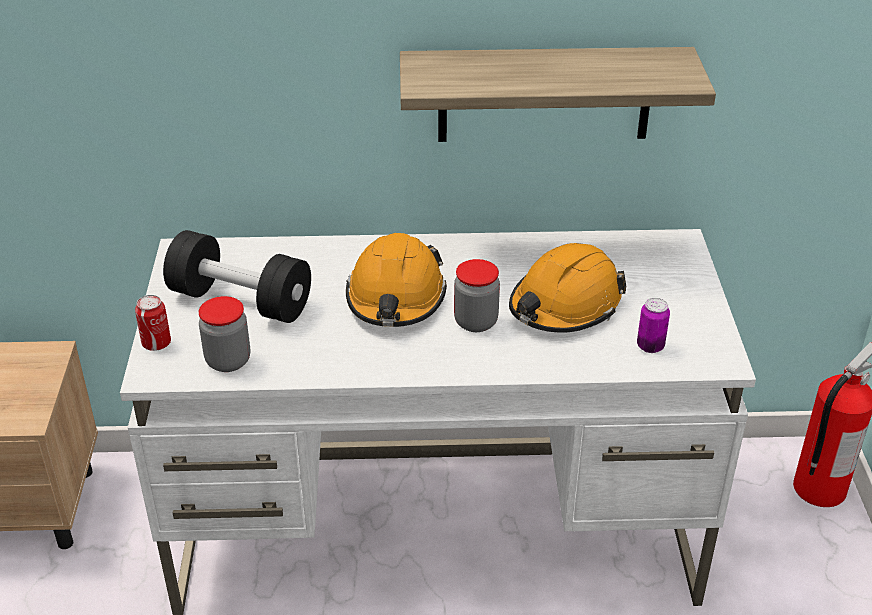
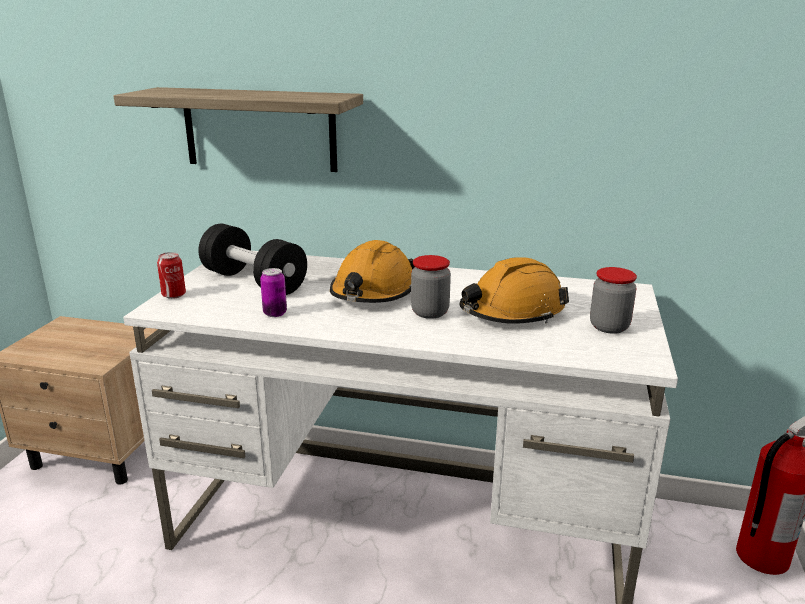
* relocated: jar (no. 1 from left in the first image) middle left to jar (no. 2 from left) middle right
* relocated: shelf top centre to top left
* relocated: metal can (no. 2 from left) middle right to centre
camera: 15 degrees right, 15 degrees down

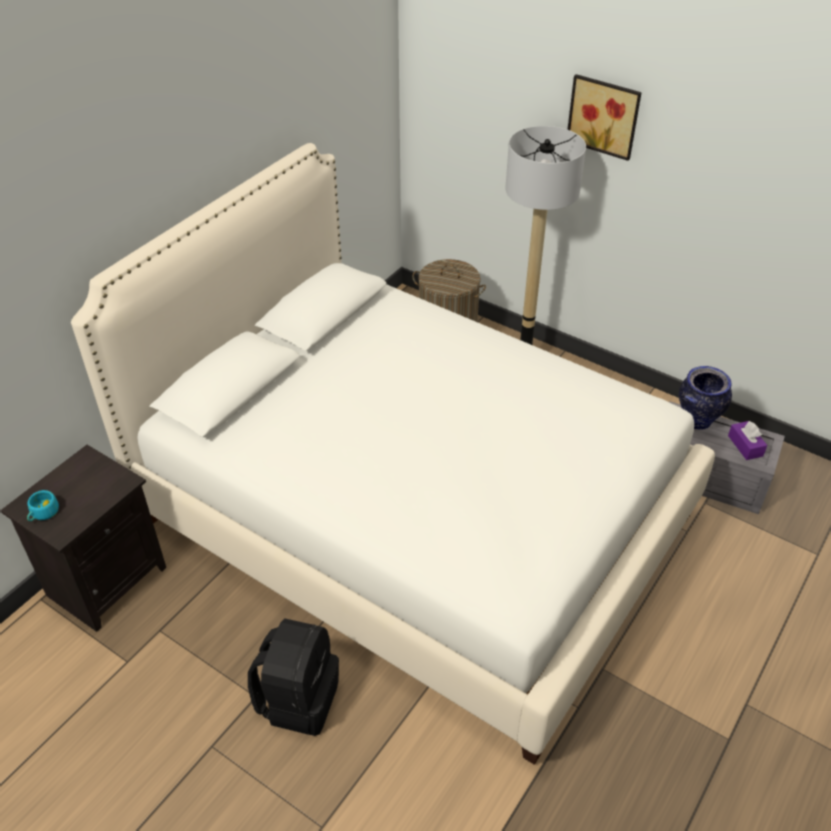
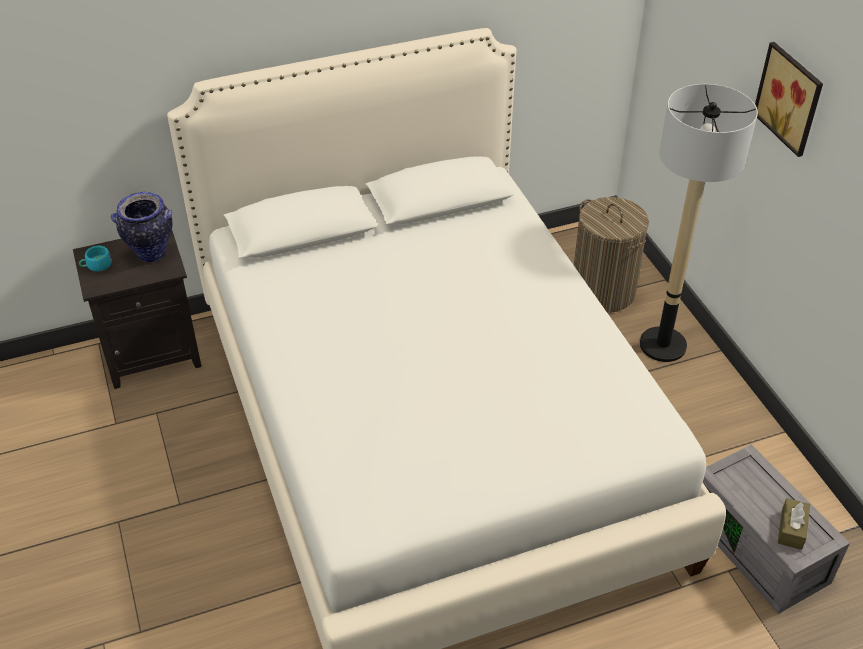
* missing: rucksack in blackish bottom centre
* relocated: flower vase middle right to middle left
* colour: box of tissues in purple middle right to box of tissues in brown bottom right
camera: 35 degrees right, 0 degrees up

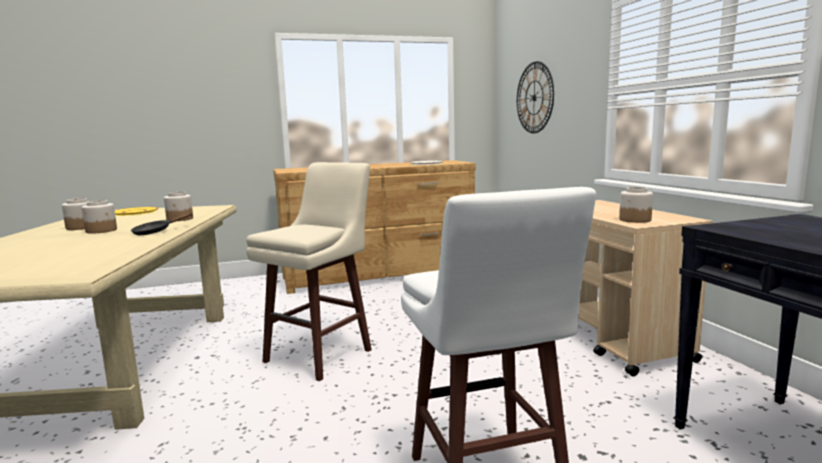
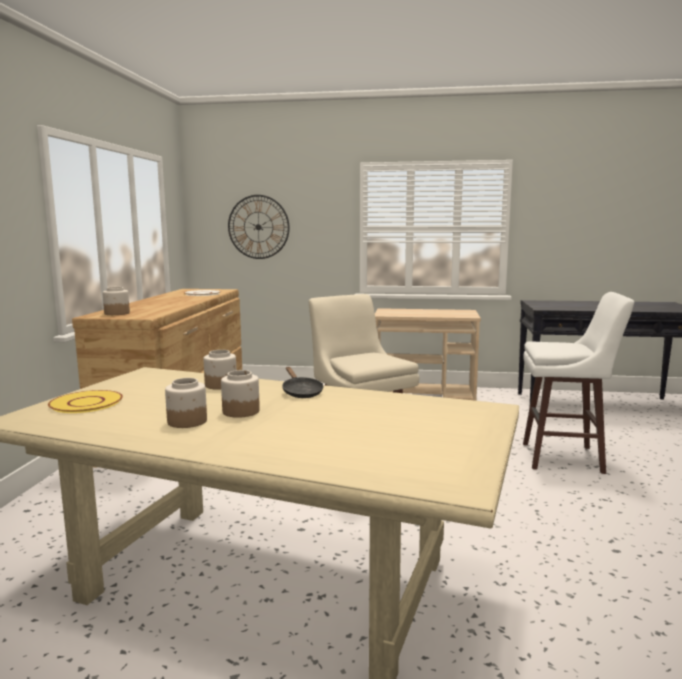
* relocated: jar (no. 4 from left in the first image) middle right to jar (no. 1 from left) middle left
camera: 65 degrees left, 0 degrees up

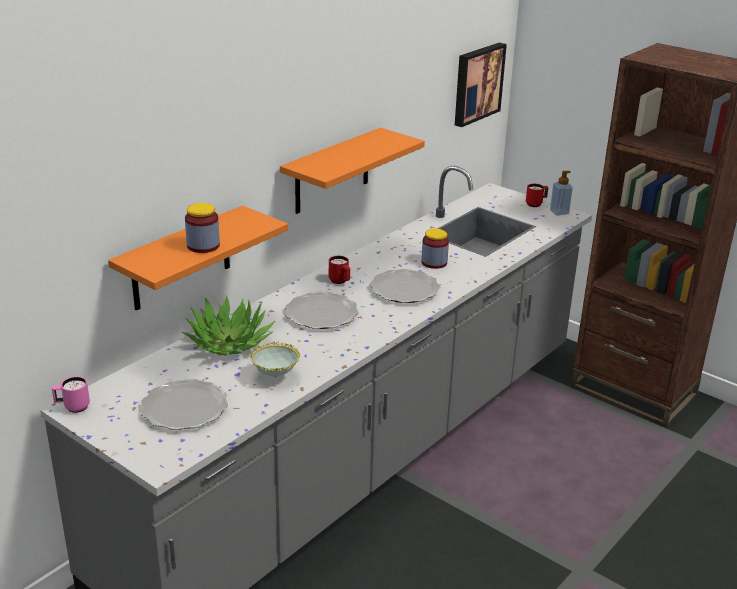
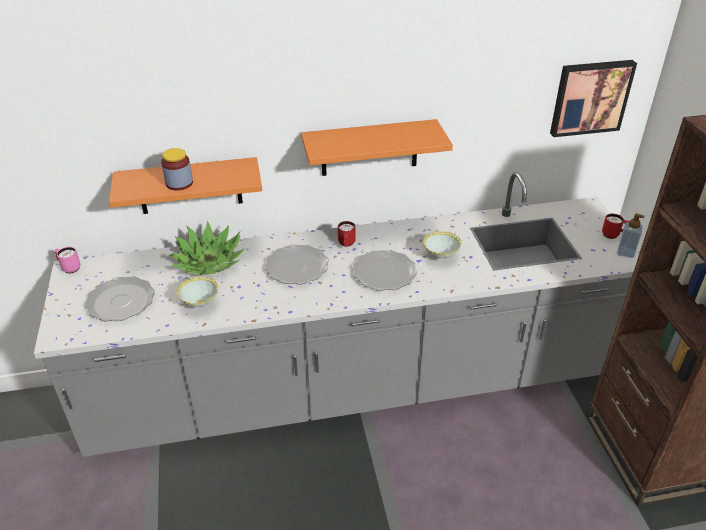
* exchanged: jar (no. 2 from left) centre to deep dish (no. 2 from left) centre
camera: 40 degrees right, 10 degrees up

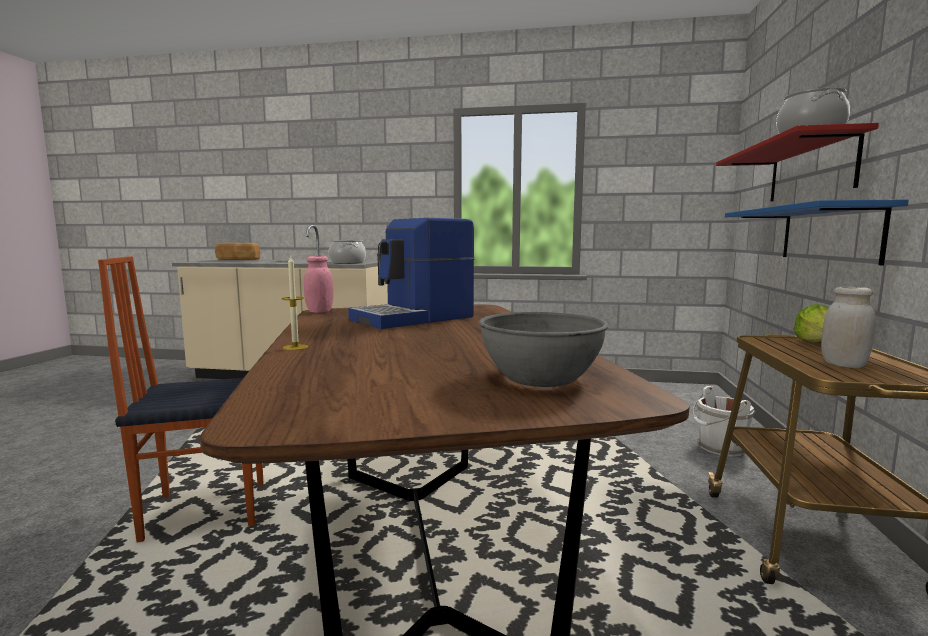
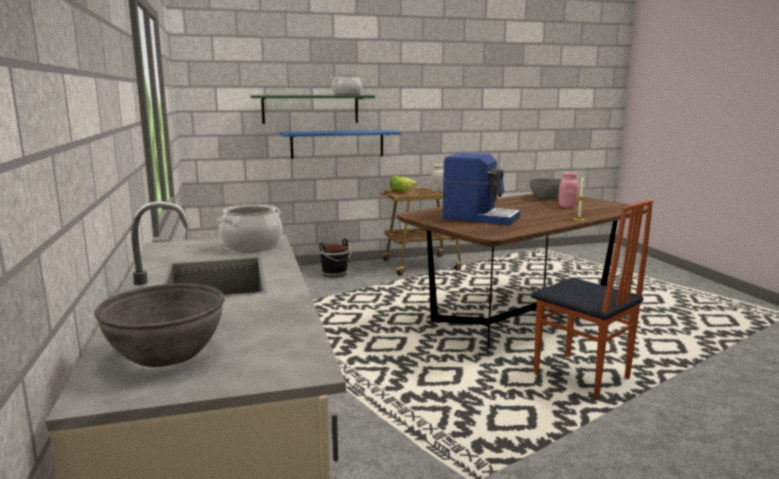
* relocated: jar in pink-coloured centre to middle right
* exchanged: bakery bread middle left to deep dish in gray (no. 1 from left) bottom left
* colour: pail in white middle right to pail in blackish centre
* colour: shelf in reddish top right to shelf in green-coloured top centre
camera: 115 degrees left, 5 degrees up

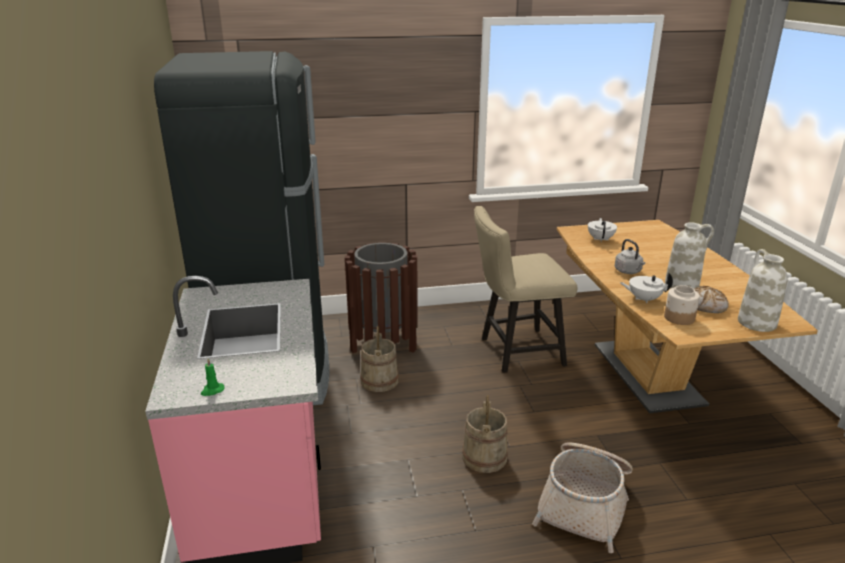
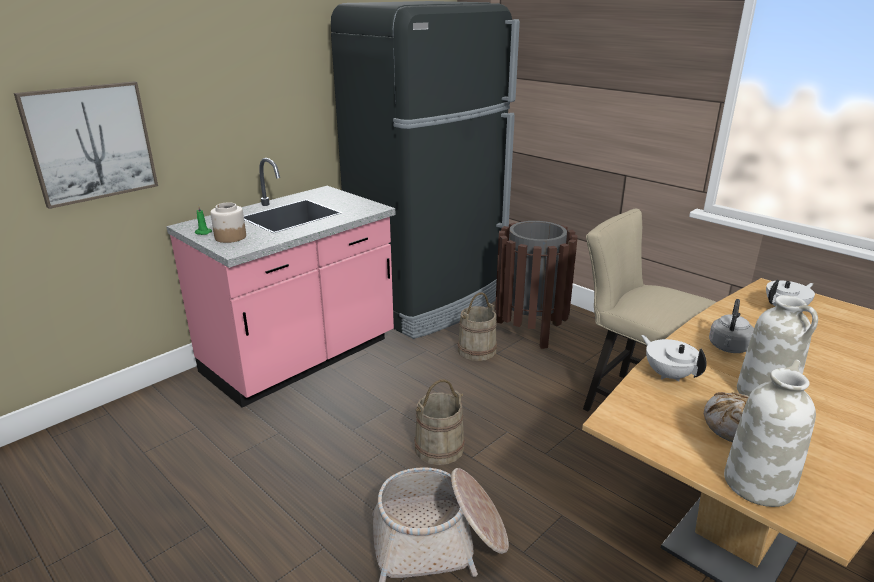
* appeared: wall art top left
* relocated: jar middle right to middle left
camera: 55 degrees right, 0 degrees up

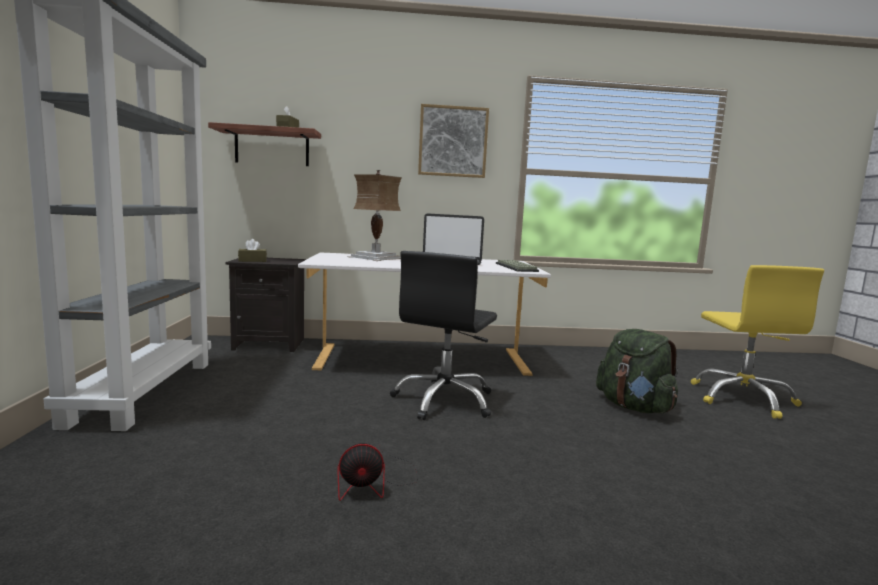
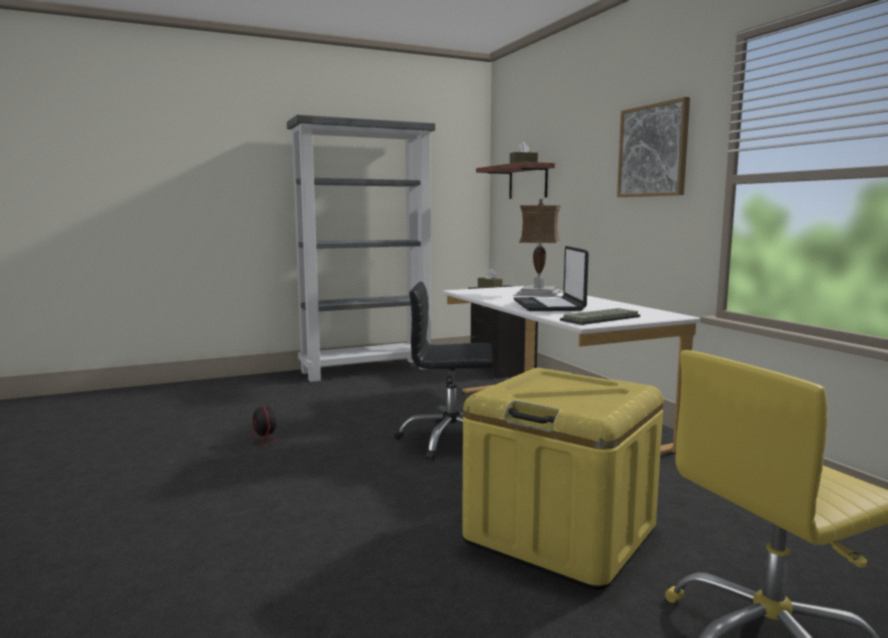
* exchanged: rucksack in green-coloured middle right to storage container in yellow-coloured bottom centre
camera: 70 degrees right, 0 degrees up

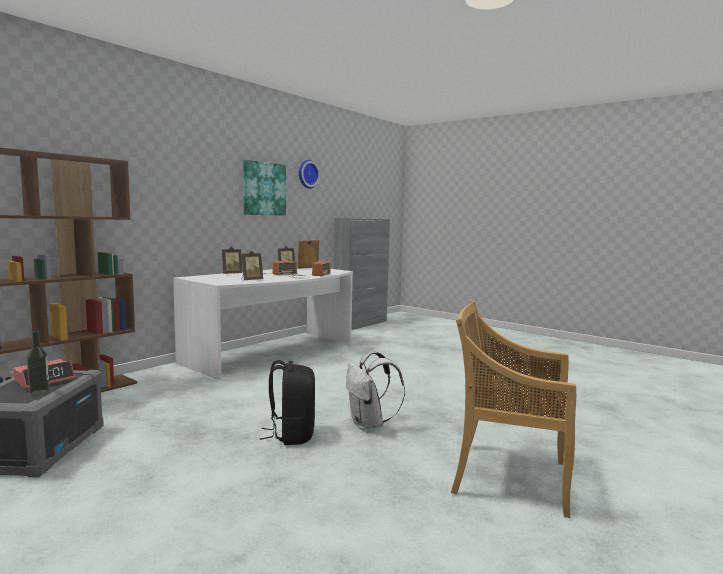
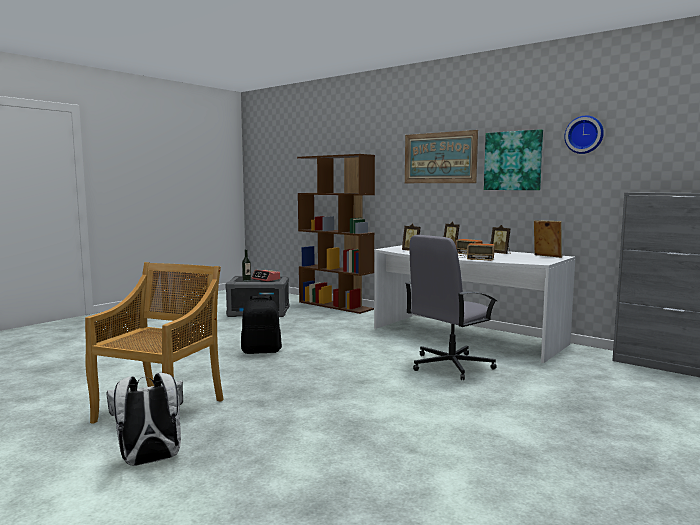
* appeared: wall art (no. 1 from left) top centre
* appeared: office chair in gray centre
* relocated: rucksack in white bottom centre to bottom left
camera: 90 degrees right, 0 degrees up

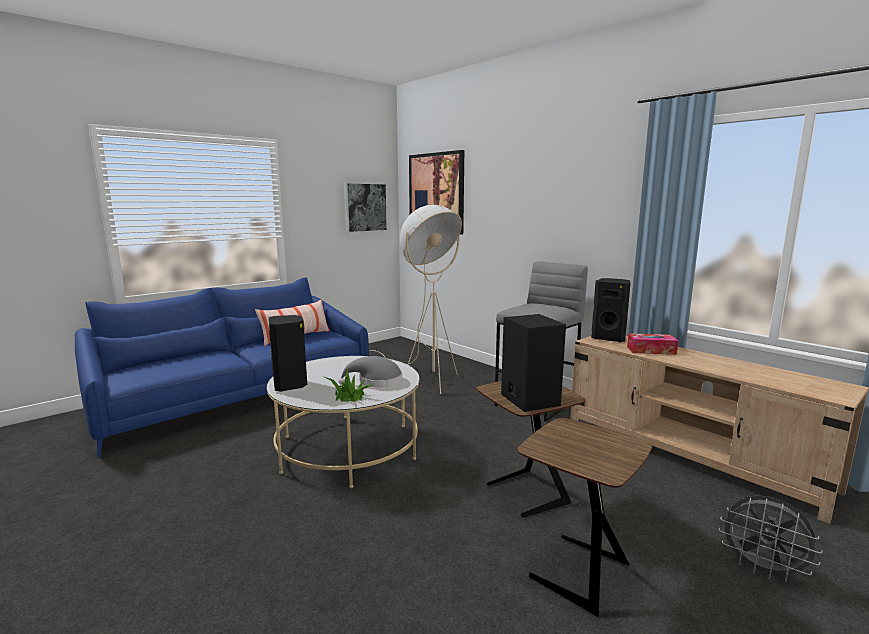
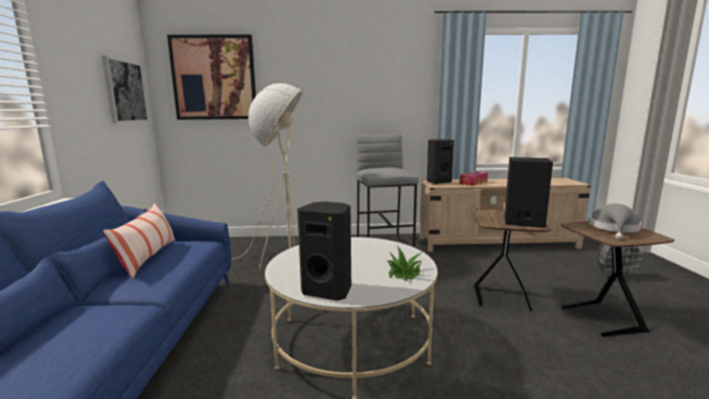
* relocated: hat in gray centre to middle right
camera: 50 degrees left, 0 degrees up

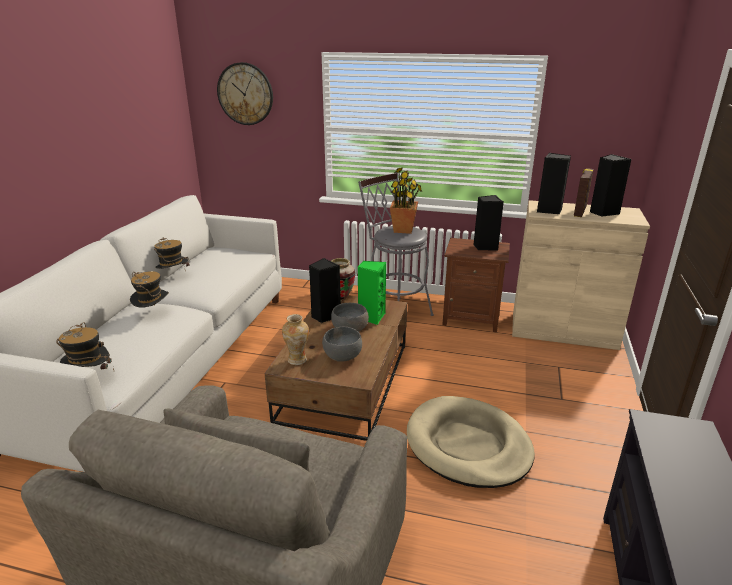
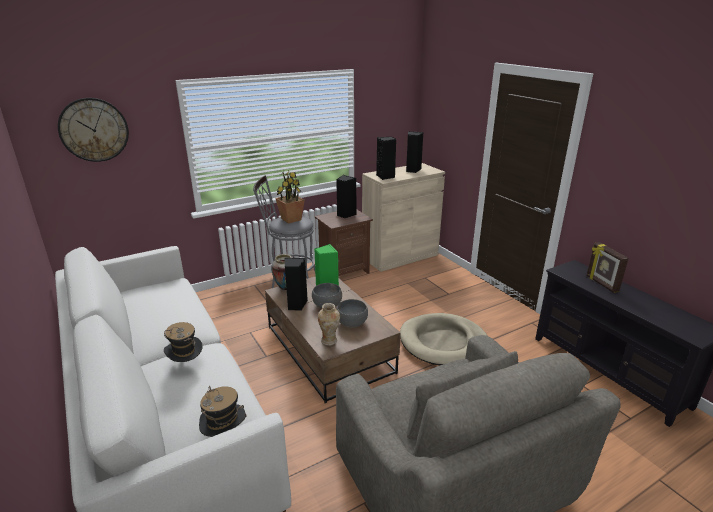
* missing: hat (no. 3 from left) middle left
* relocated: photo frame top right to middle right
camera: 45 degrees left, 0 degrees up

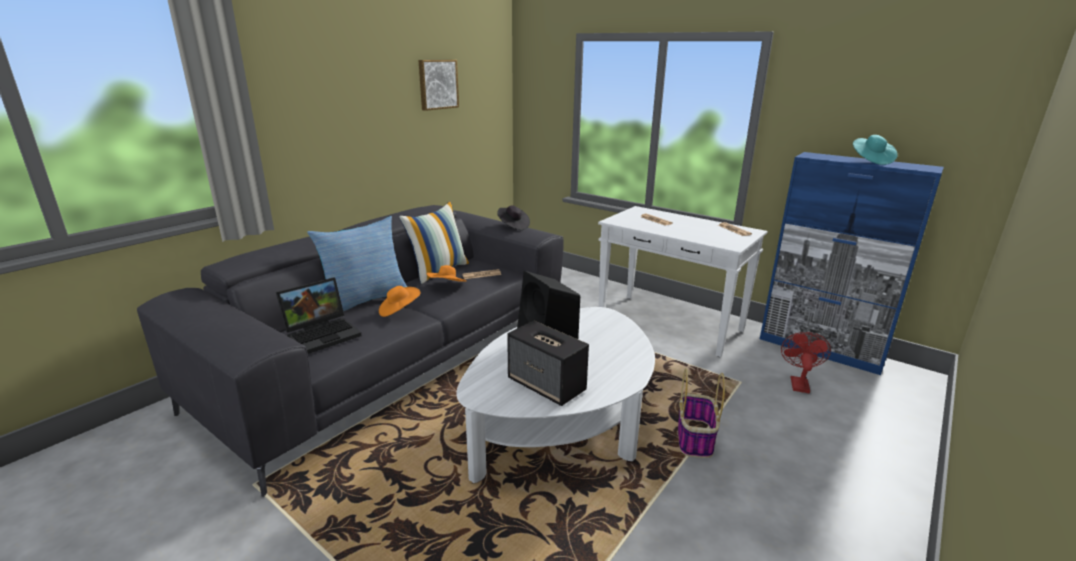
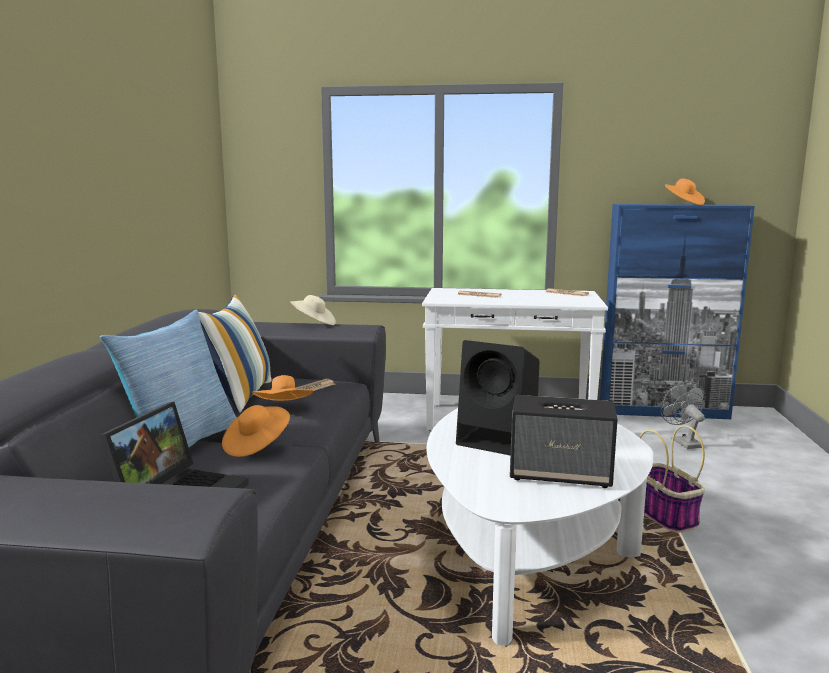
* missing: wall art top centre
* colour: hat in blackish centre to hat in beige centre
* colour: fan in reddish middle right to fan in gray middle right
* colour: hat in turquoise top right to hat in orange-coloured (no. 3 from left) top right
camera: 30 degrees left, 10 degrees down

